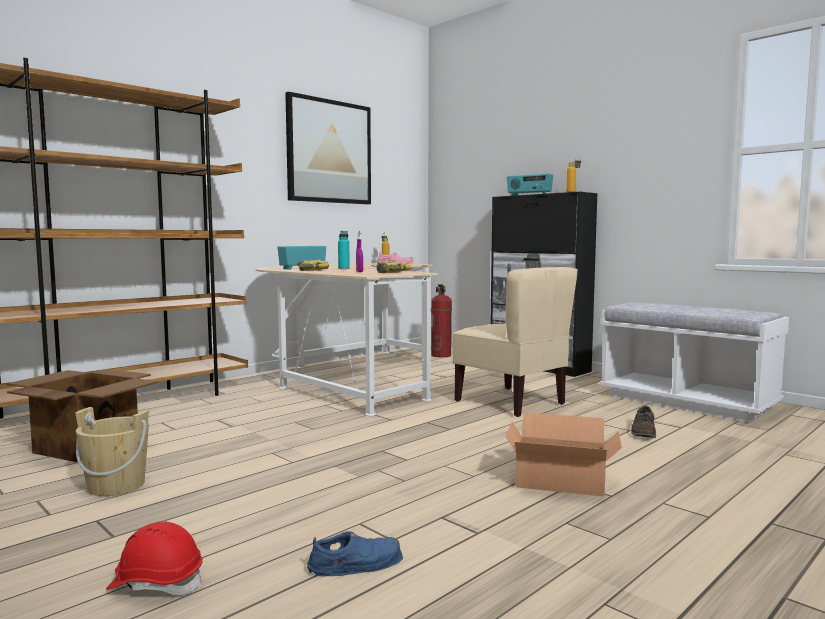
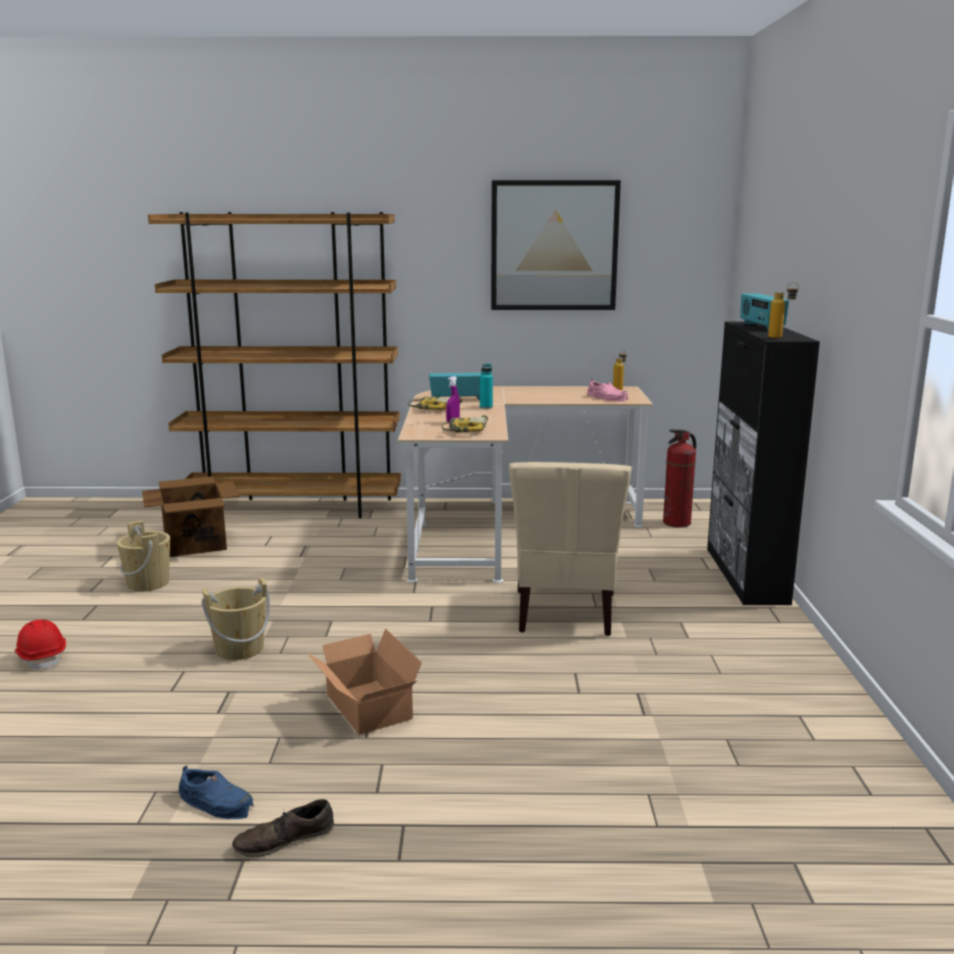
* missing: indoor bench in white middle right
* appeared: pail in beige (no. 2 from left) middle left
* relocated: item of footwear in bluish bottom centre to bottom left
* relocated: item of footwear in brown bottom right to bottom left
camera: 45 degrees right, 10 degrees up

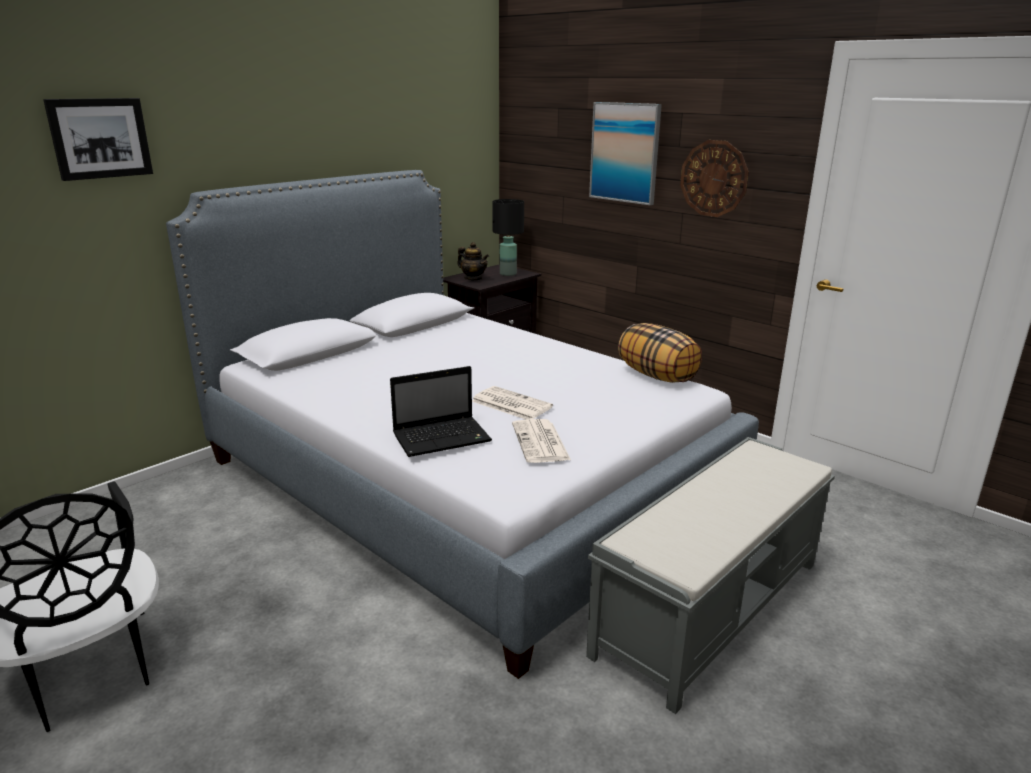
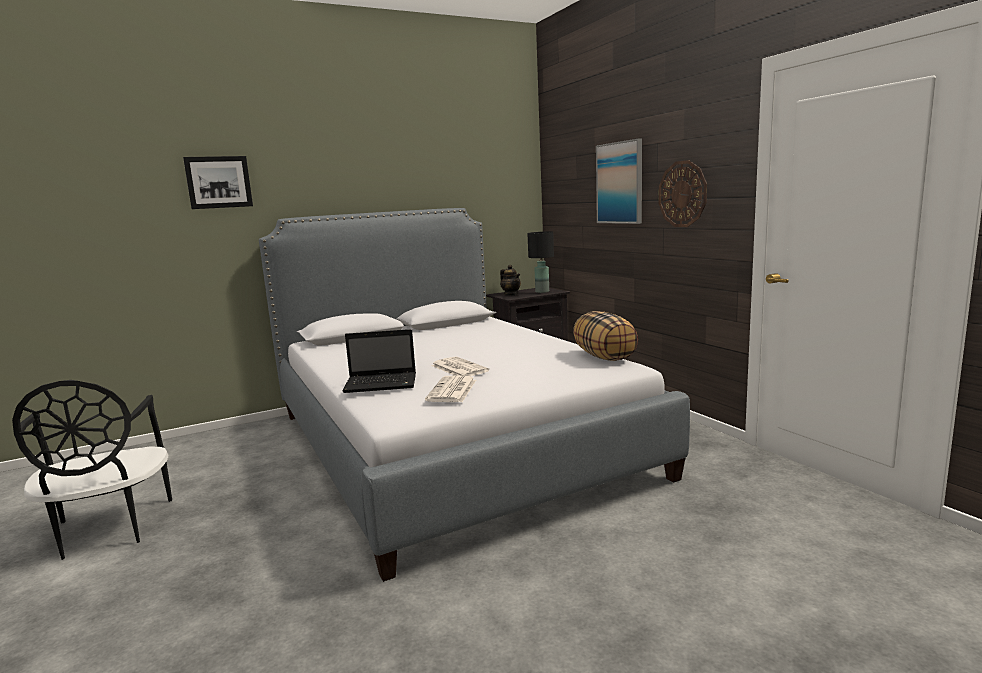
* missing: indoor bench in gray bottom right
camera: 20 degrees right, 10 degrees down

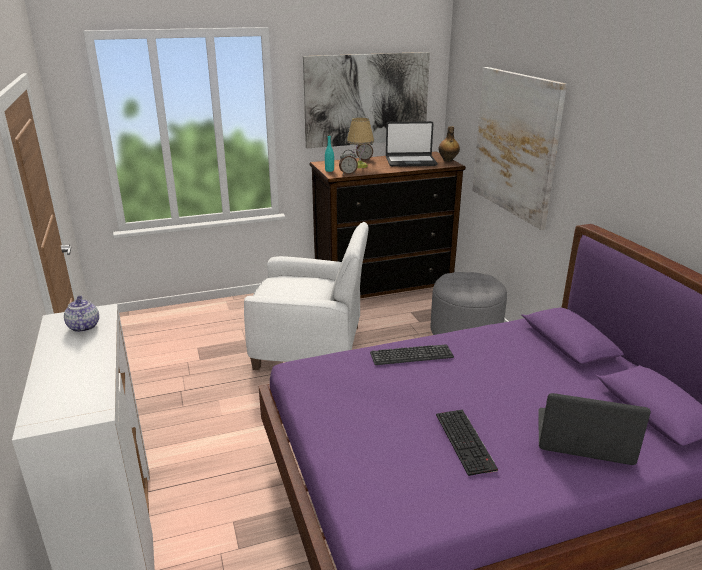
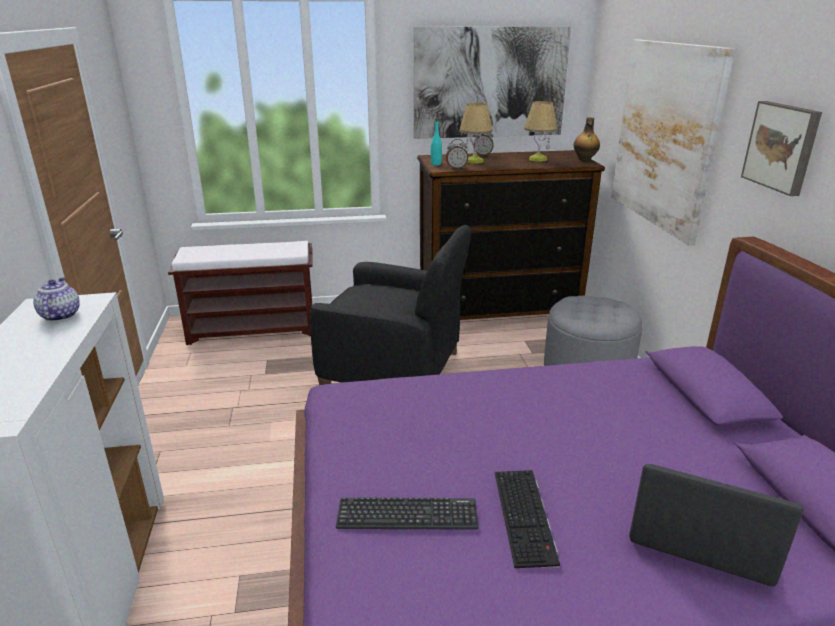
* appeared: indoor bench in brown middle left
* appeared: wall art (no. 3 from left) top right
* relocated: computer keyboard (no. 1 from left) centre to bottom centre
* exchanged: notebook computer (no. 1 from left) top centre to lamp for a table (no. 2 from left) top centre
* colour: lounge chair in white centre to lounge chair in blackish centre
camera: 10 degrees right, 0 degrees up

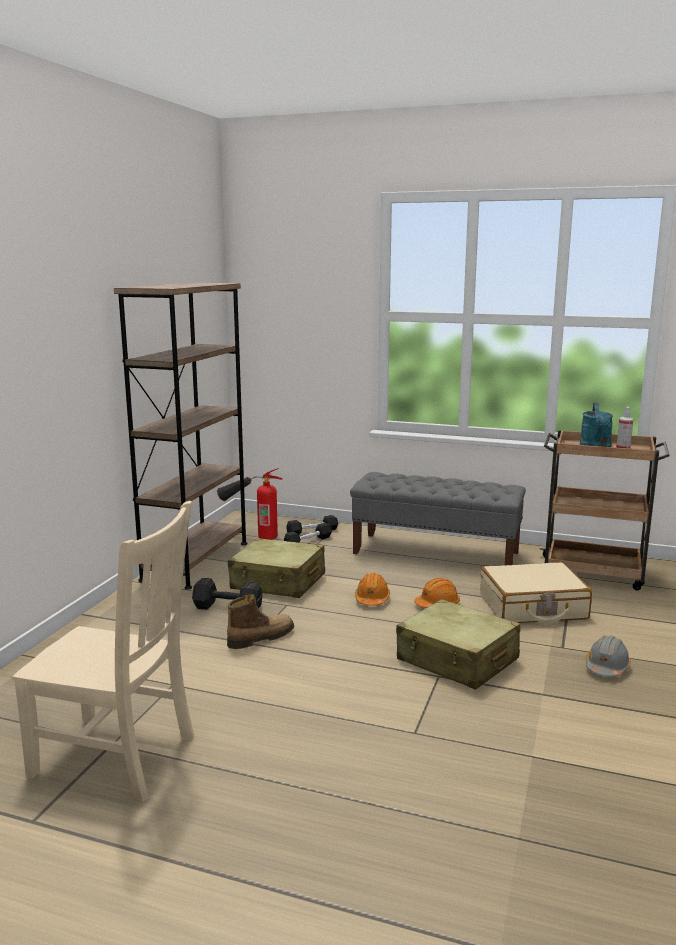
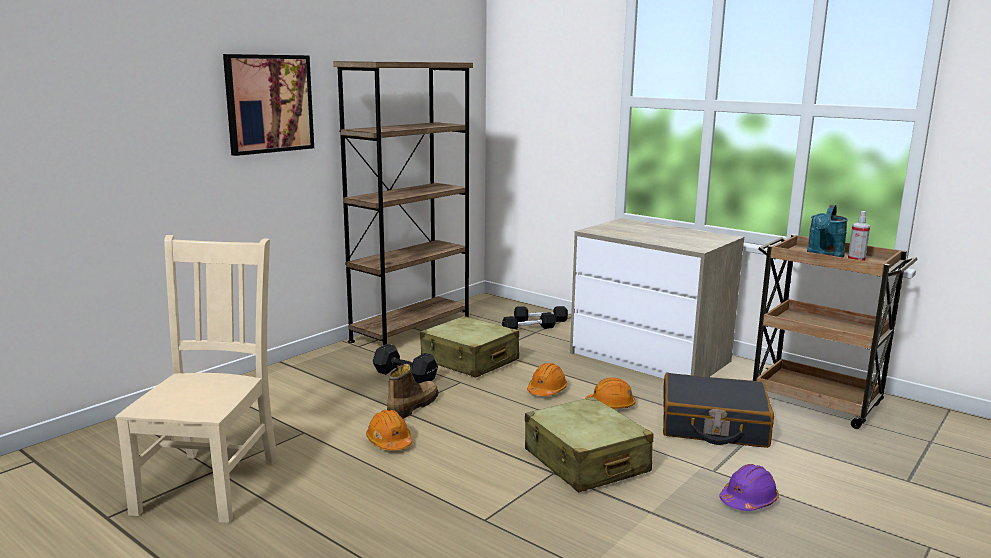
* missing: fire-fighting cylinder centre
* appeared: wall art top left
* appeared: safety helmet in orange-coloured (no. 1 from left) bottom centre
* exchanged: indoor bench in gray centre to drawer chest centre
* colour: suitcase in beige (no. 3 from left) middle right to suitcase in blackish bottom right
* colour: safety helmet in gray bottom right to safety helmet in purple bottom right
* spun: plain chair in beige bottom left = bottom left 120 degrees counterclockwise
* spun: boot centre = bottom centre 45 degrees counterclockwise
camera: 20 degrees right, 0 degrees up

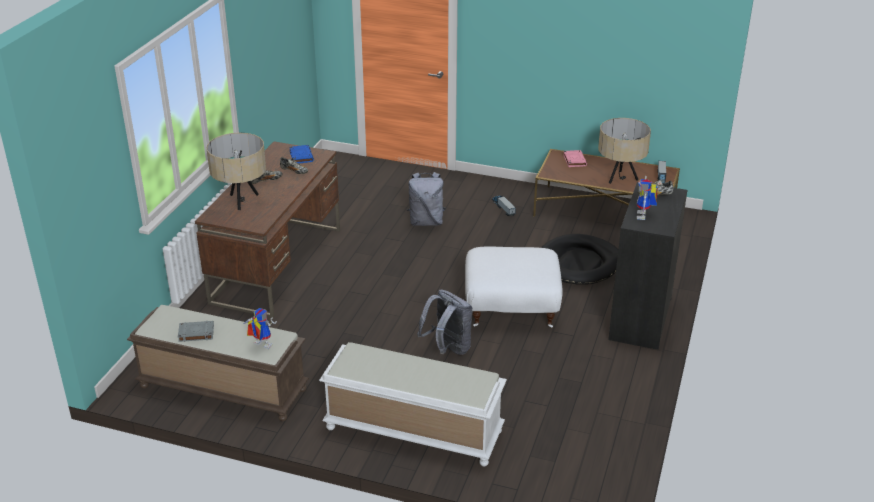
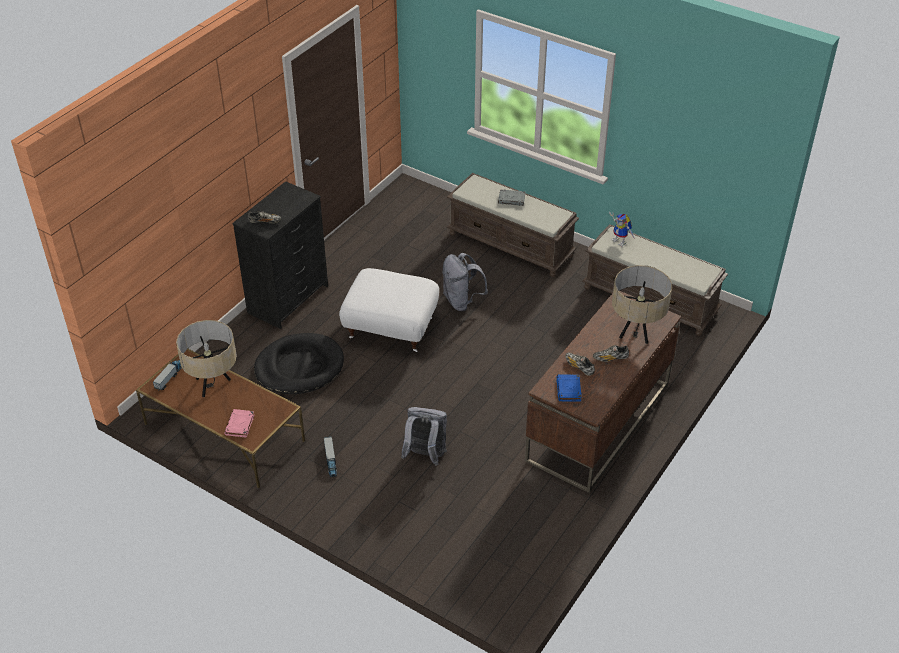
* missing: robot figure (no. 2 from left) middle right
* relocated: volume in gray middle left to top centre
* colour: indoor bench in white bottom centre to indoor bench in brown (no. 1 from left) centre
camera: 165 degrees left, 10 degrees up

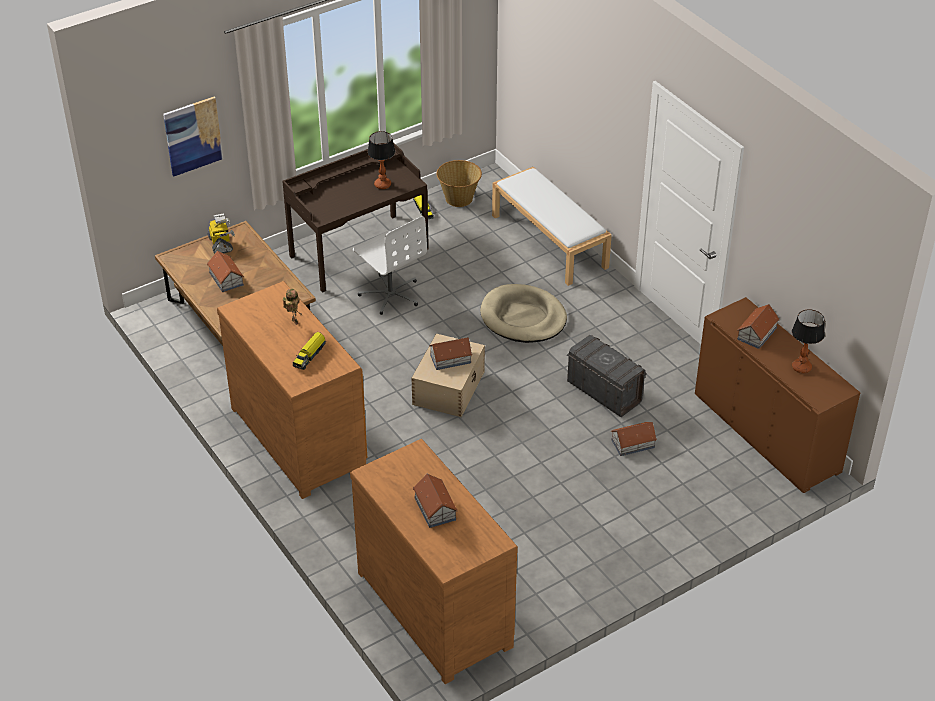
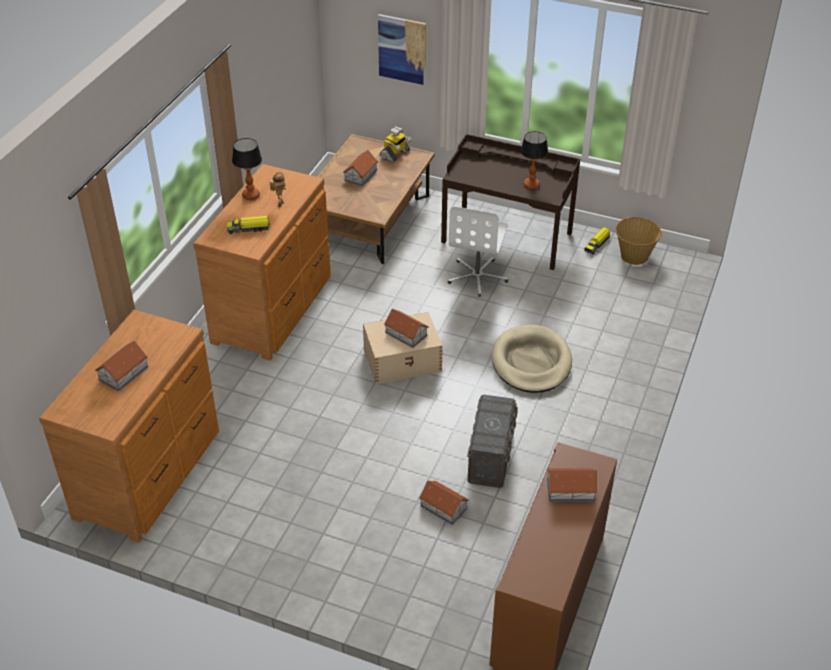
* missing: indoor bench in white top centre
* relocated: lamp for a table (no. 2 from left in the first image) middle right to lamp for a table (no. 1 from left) top left
camera: 55 degrees right, 0 degrees up

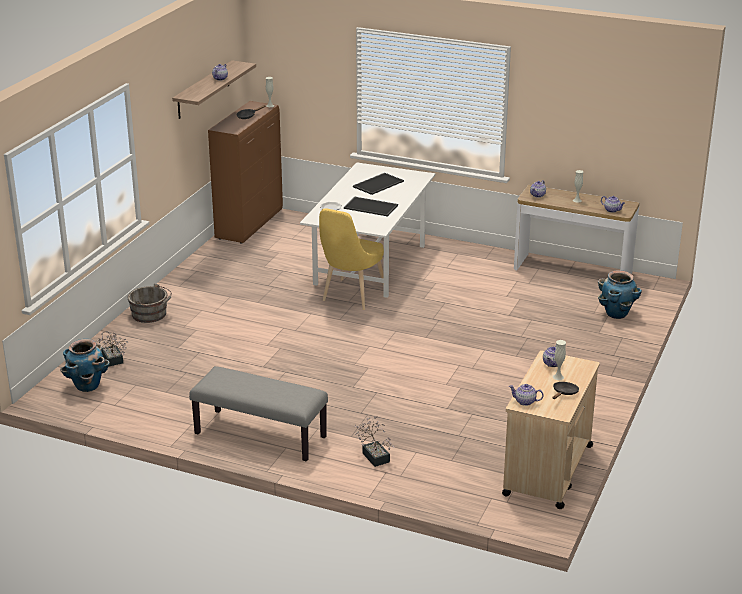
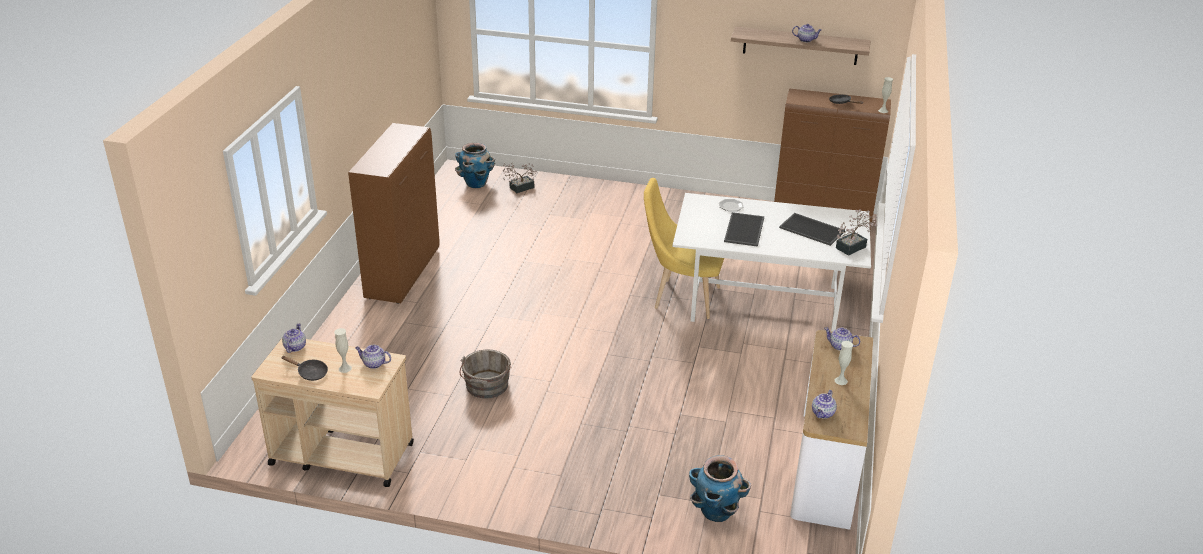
* relocated: pail in gray middle left to bottom centre
* relocated: plant in a pot (no. 2 from left) bottom centre to middle right
* exchanged: indoor bench in gray bottom centre to cabinet in brown (no. 1 from left) middle left
camera: 80 degrees right, 5 degrees up

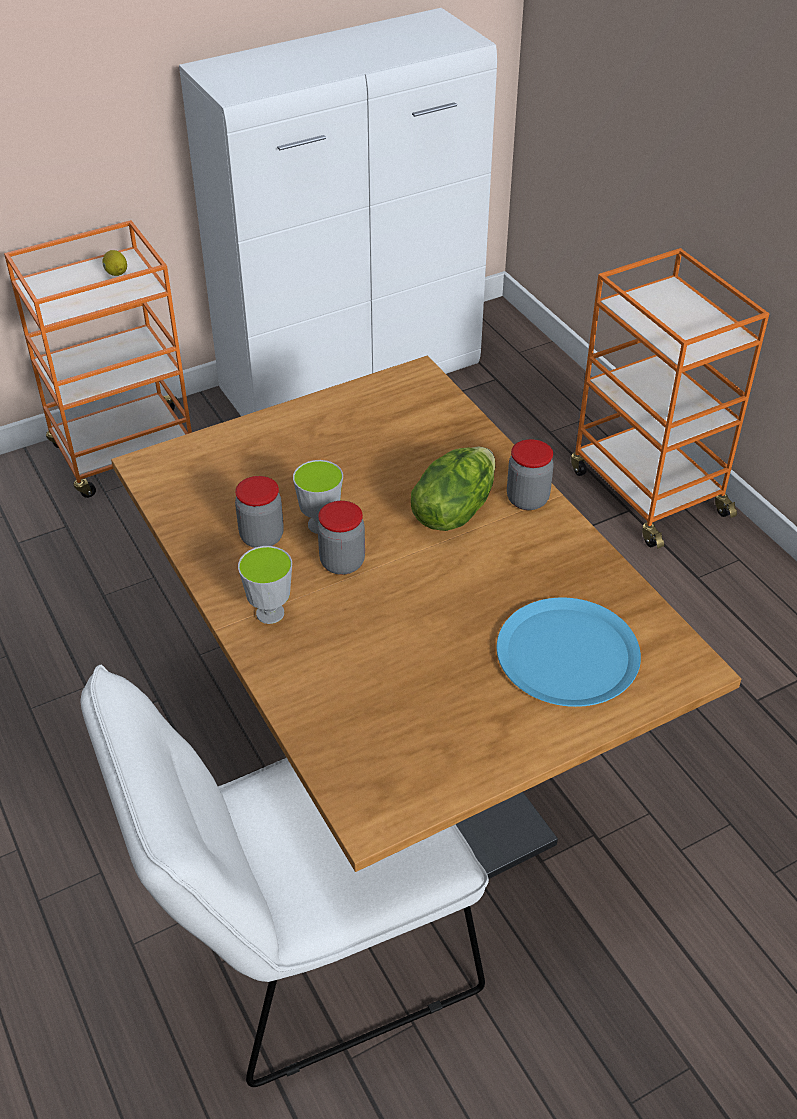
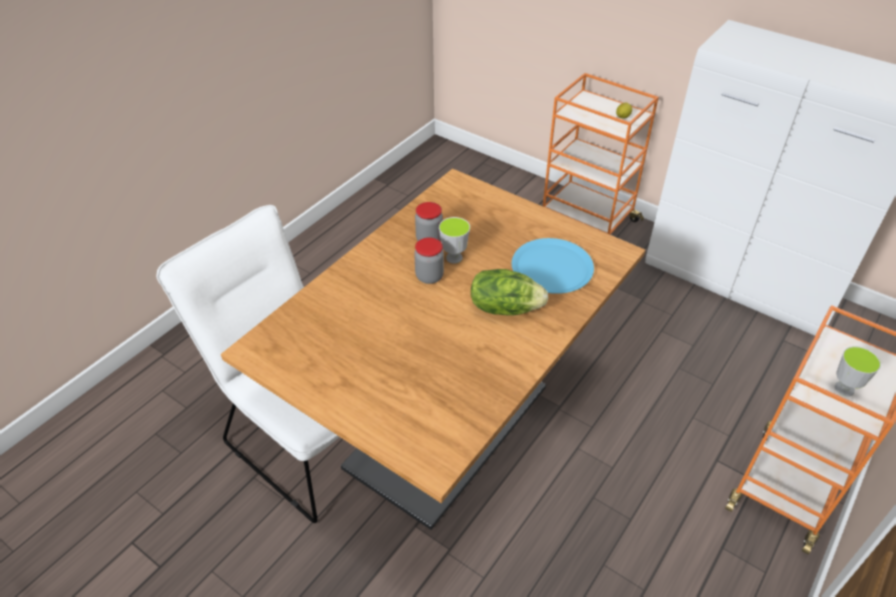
* missing: jar (no. 3 from left) centre
* relocated: small cup (no. 1 from left in the first image) middle left to small cup (no. 2 from left) middle right
* relocated: plate in bluish middle right to centre
camera: 65 degrees right, 0 degrees up

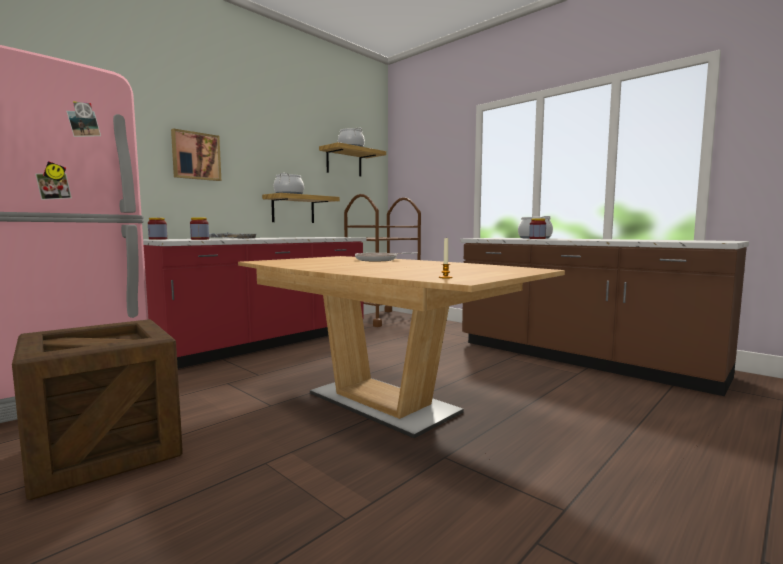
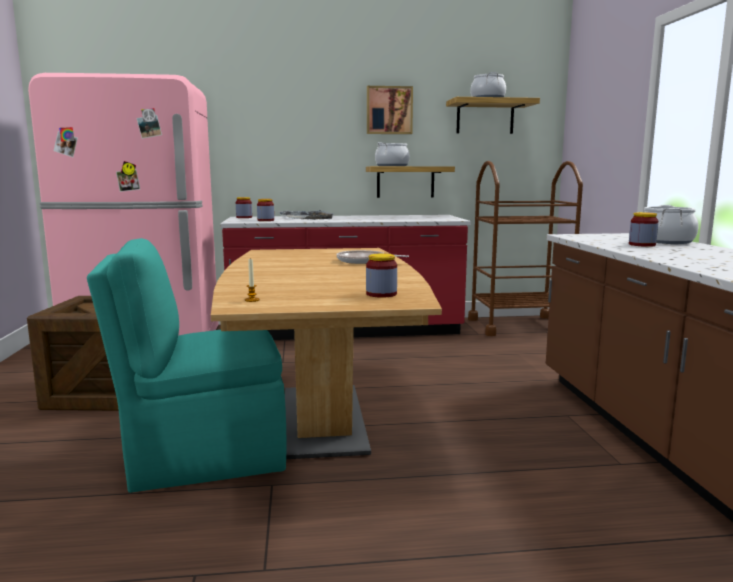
* appeared: plain chair in turquoise middle left
* appeared: jar (no. 3 from left) centre
* relocated: wall art top left to top centre
camera: 40 degrees right, 5 degrees up

